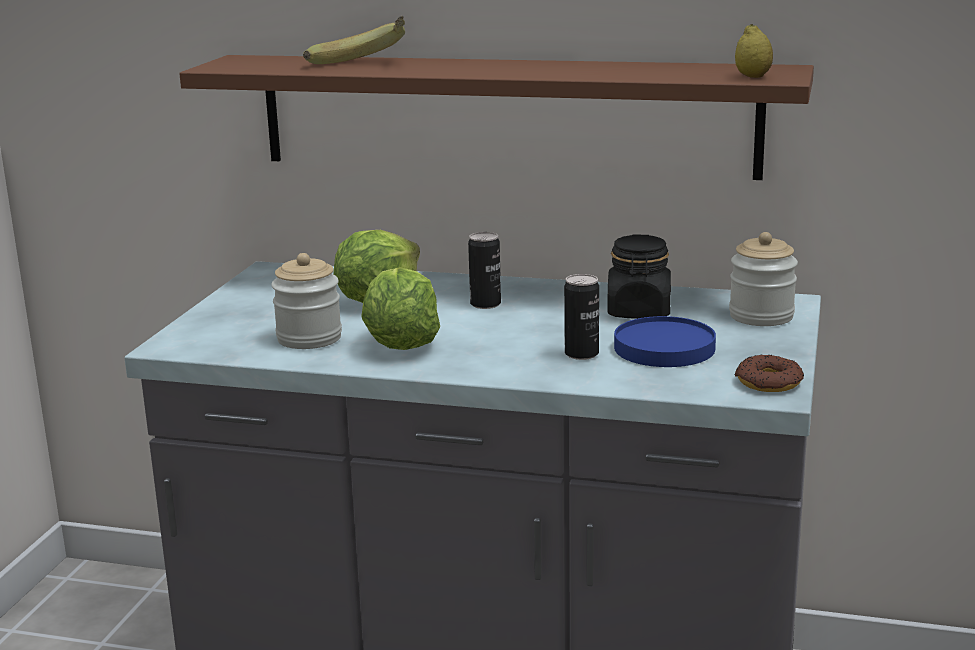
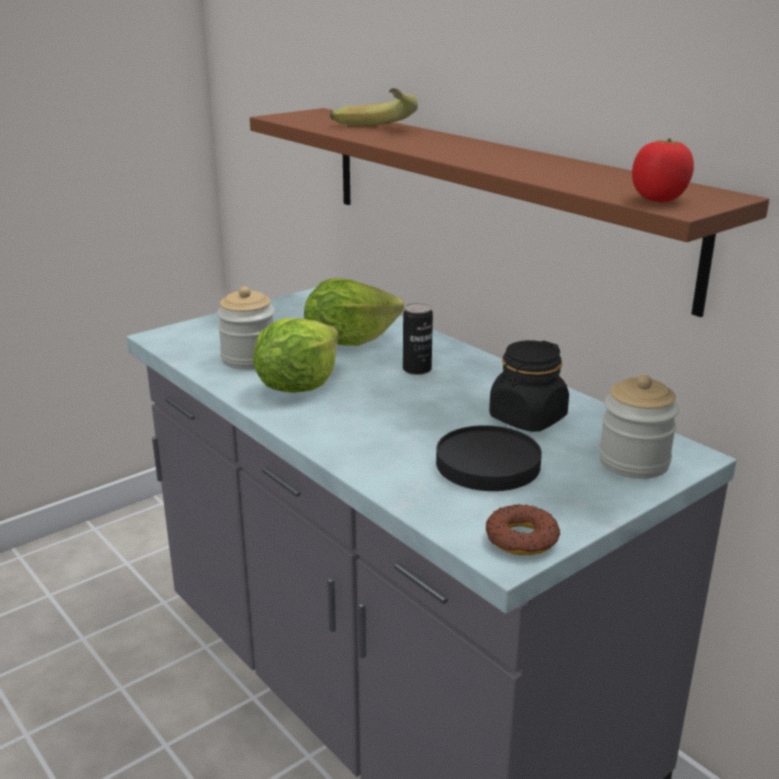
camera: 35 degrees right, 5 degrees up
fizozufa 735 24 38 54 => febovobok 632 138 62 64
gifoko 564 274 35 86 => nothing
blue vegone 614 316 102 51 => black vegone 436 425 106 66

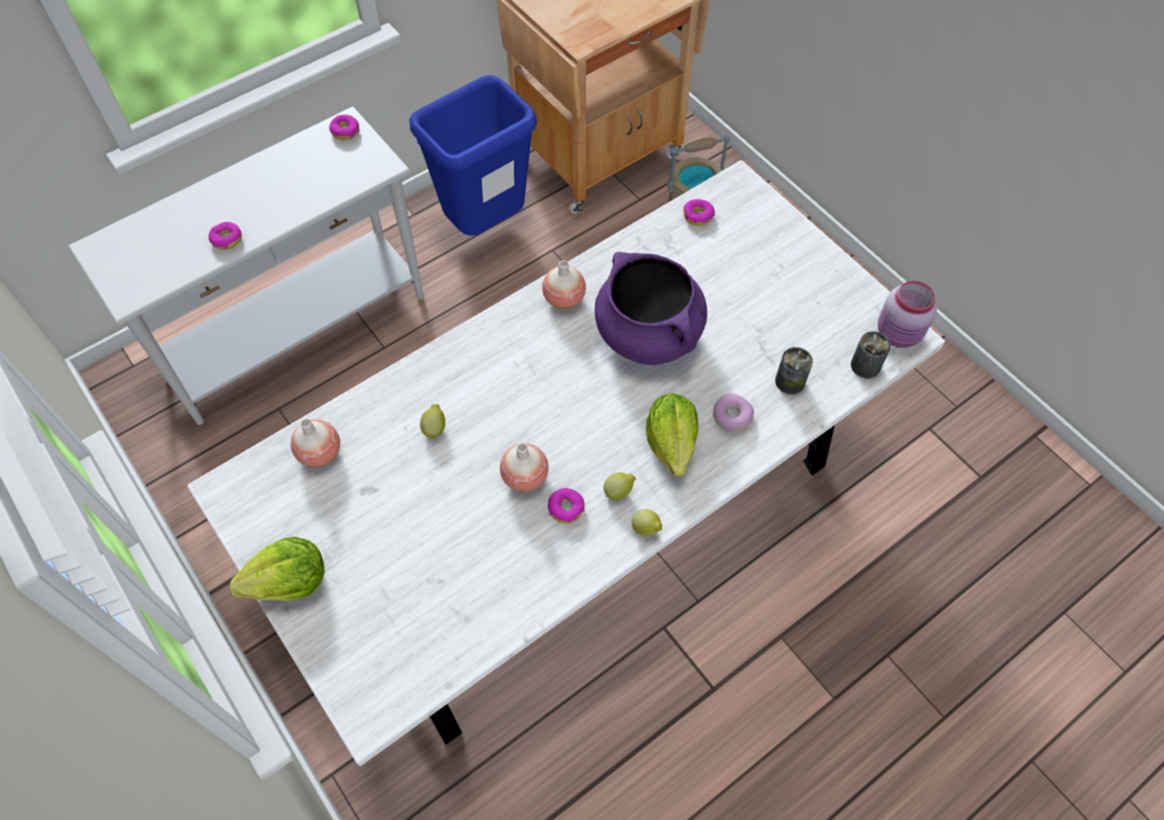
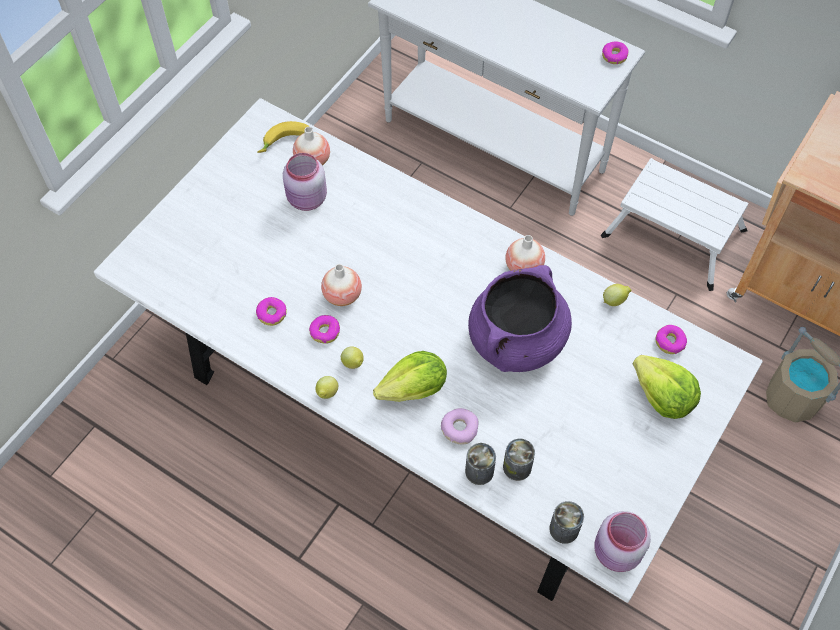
camera: 70 degrees right, 0 degrees up
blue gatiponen 409 75 128 161 => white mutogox 601 158 148 133
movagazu 209 222 33 28 => movagazu 256 297 31 29, relocated
fizozufa 420 404 25 36 => fizozufa 603 284 29 22, relocated
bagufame 230 537 95 64 => bagufame 633 355 68 64, relocated
nothing => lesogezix 257 121 53 32
nothing => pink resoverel 283 153 44 58
nothing => gifoko 465 443 31 42

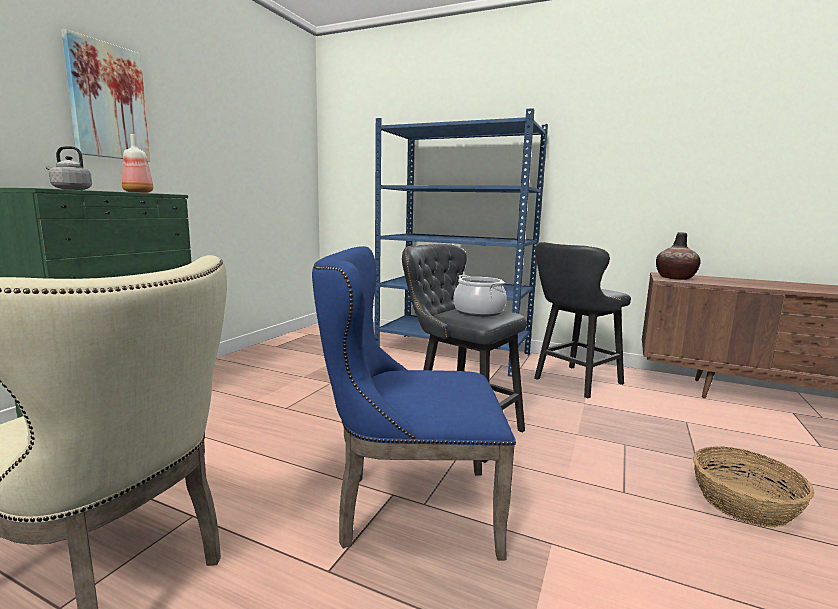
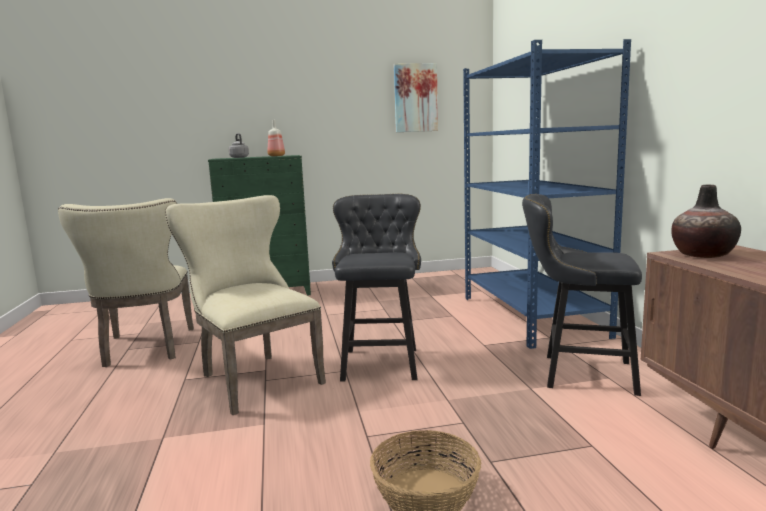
camera: 55 degrees right, 0 degrees up
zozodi 61 29 89 133 => zozodi 394 63 44 69, relocated
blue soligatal 312 246 204 314 => beige soligatal 165 195 161 220
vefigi 454 275 53 42 => nothing

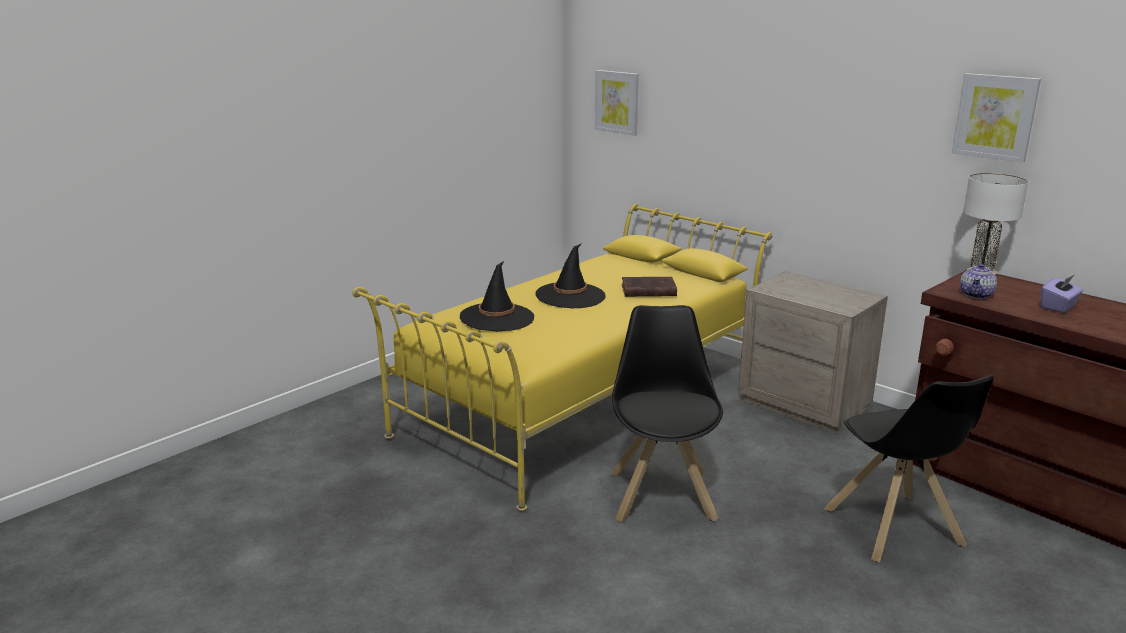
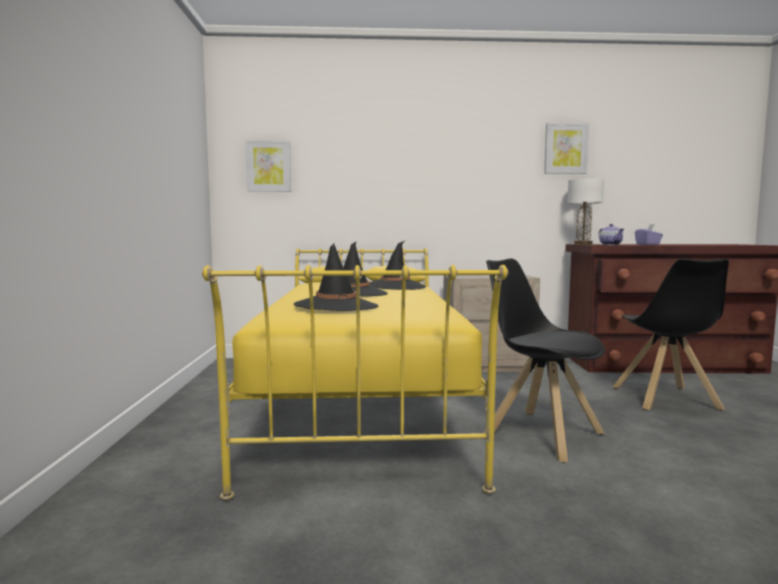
camera: 45 degrees left, 15 degrees down
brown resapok 622 277 55 20 => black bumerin 370 241 56 49
black soligatal 824 375 170 188 => black soligatal 612 258 117 152, 60 degrees clockwise

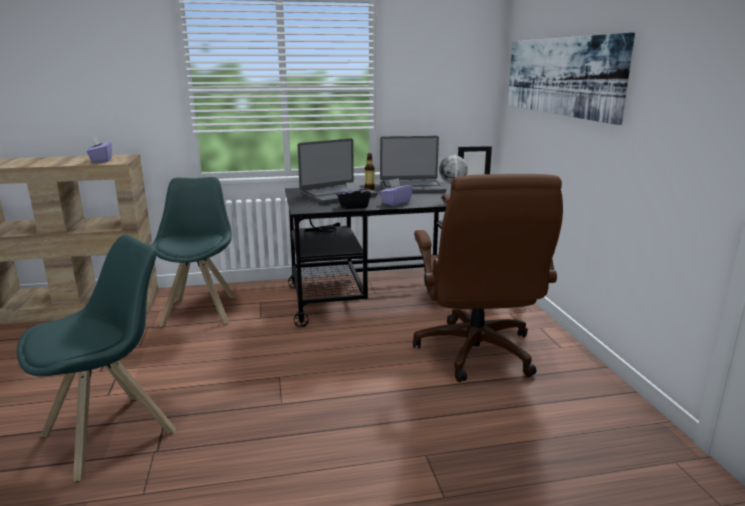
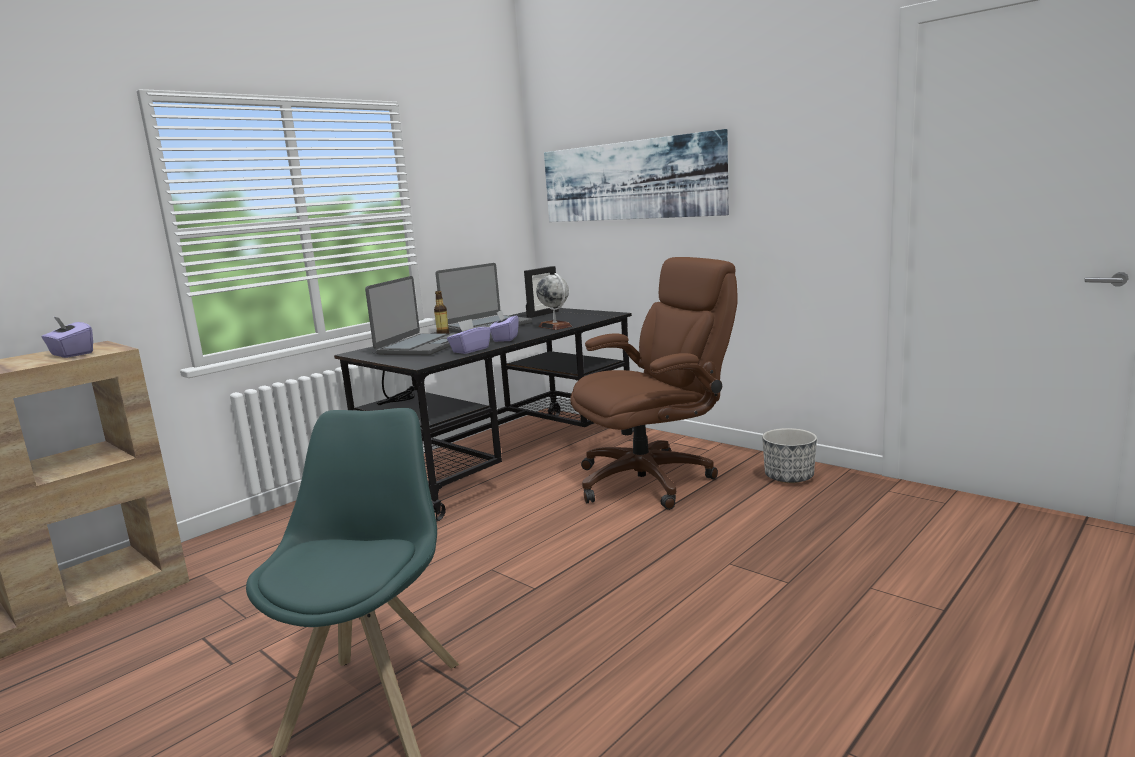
camera: 35 degrees left, 5 degrees down
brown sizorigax 413 174 150 208 => brown sizorigax 570 257 168 253, 75 degrees counterclockwise
turquoise soligatal 151 177 85 150 => nothing
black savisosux 337 182 34 27 => purple savisosux 447 319 44 35
nothing => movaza 762 428 55 55

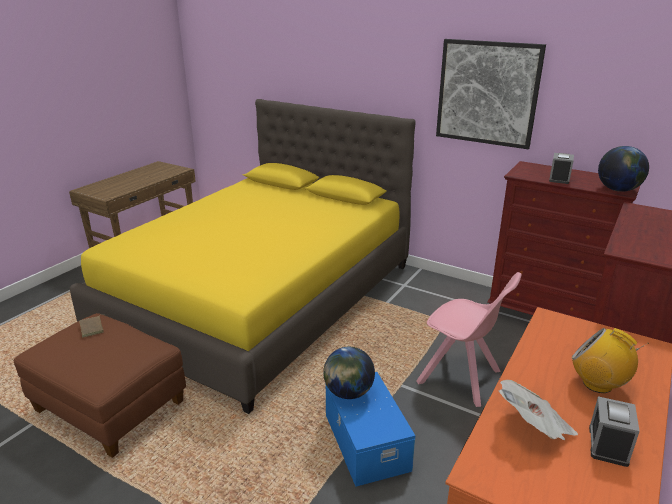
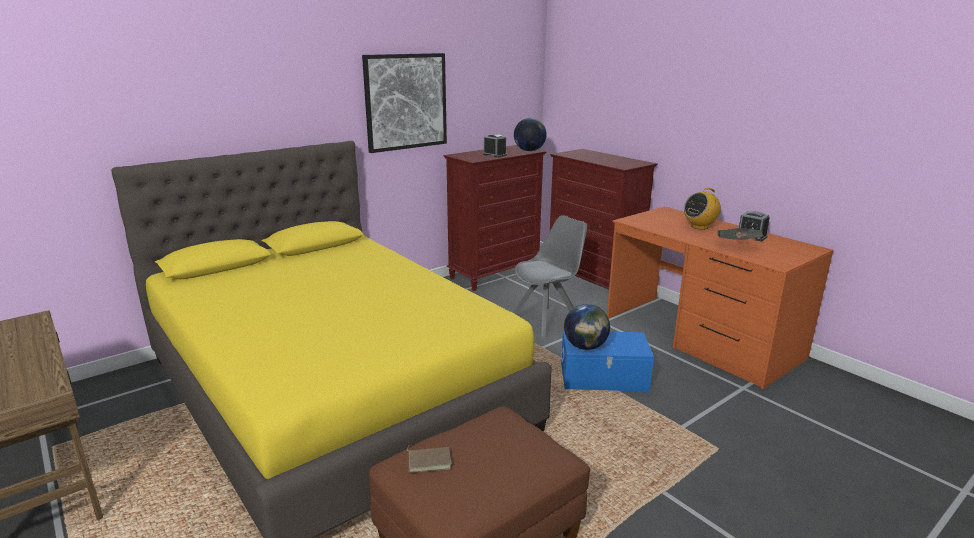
camera: 70 degrees left, 5 degrees down
pink soligatal 416 272 106 135 => grey soligatal 513 215 74 125

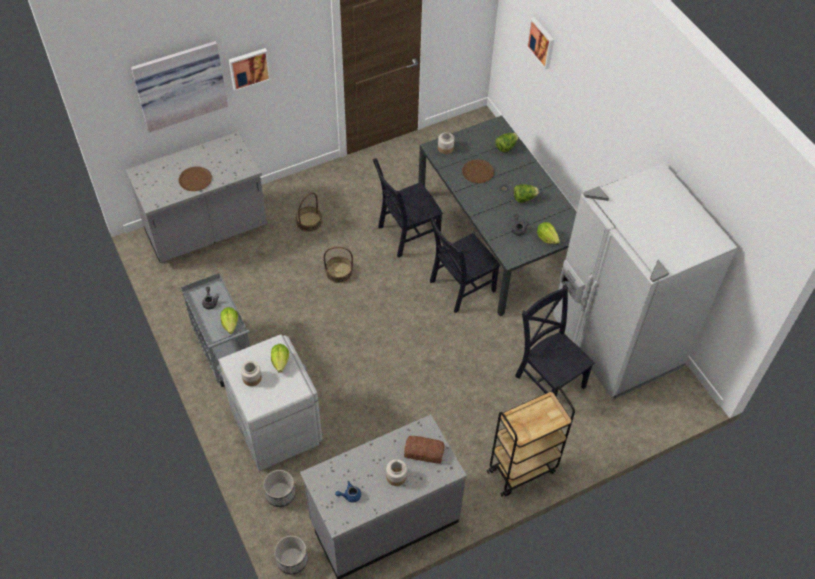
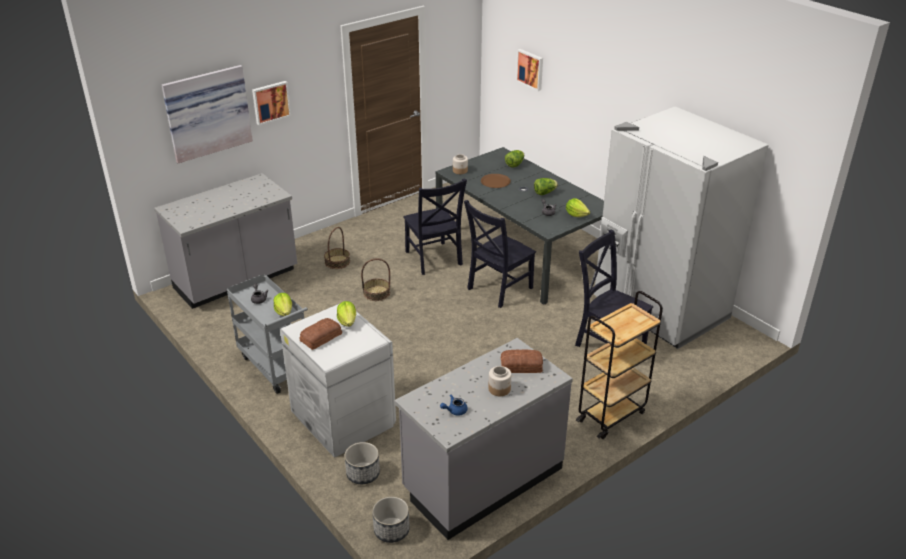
camera: 10 degrees left, 20 degrees down
black soligatal 373 158 70 100 => black soligatal 403 178 64 97, 75 degrees counterclockwise
brown vegone 179 166 33 25 => nothing
resoverel 241 361 21 25 => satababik 300 318 42 32

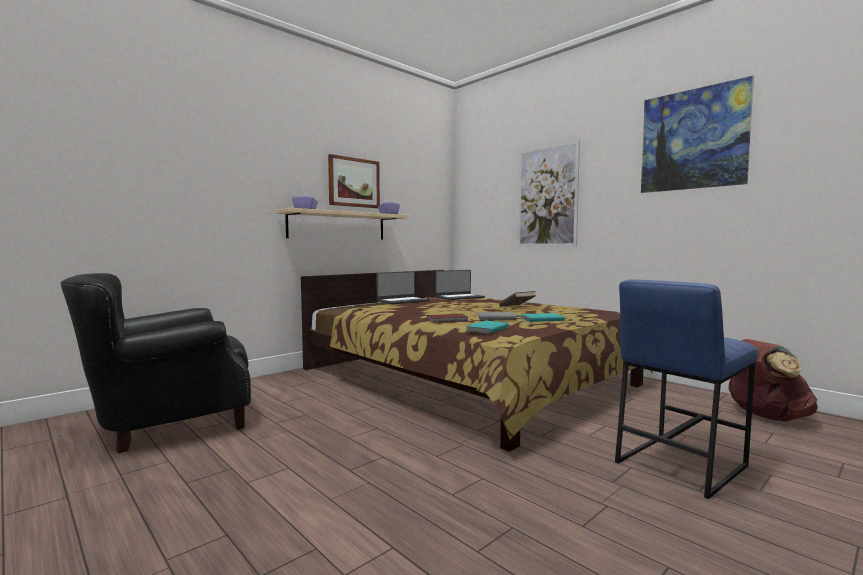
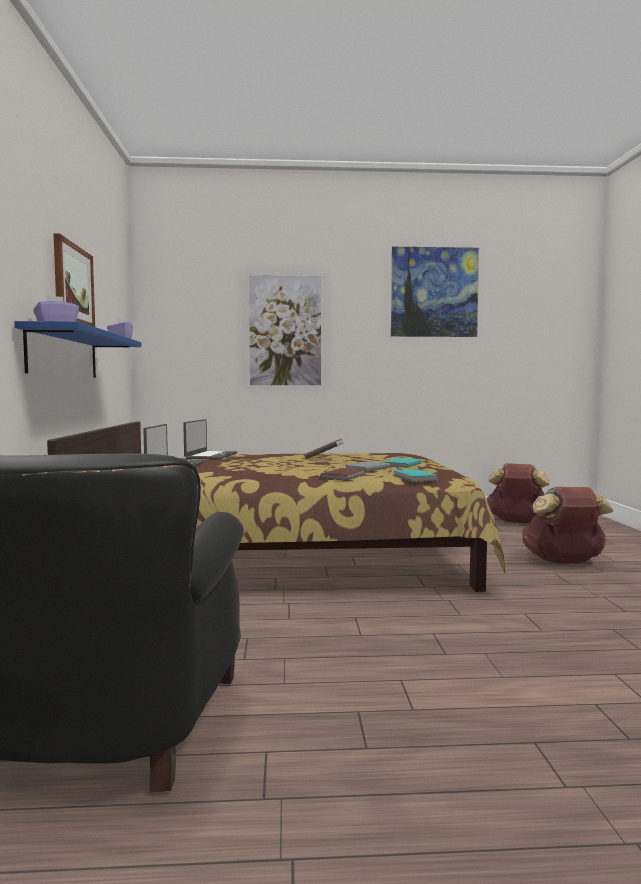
camera: 50 degrees left, 0 degrees up
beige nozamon 275 208 132 32 => blue nozamon 14 321 128 57
blue soligatal 615 279 143 220 => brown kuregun 522 487 91 76

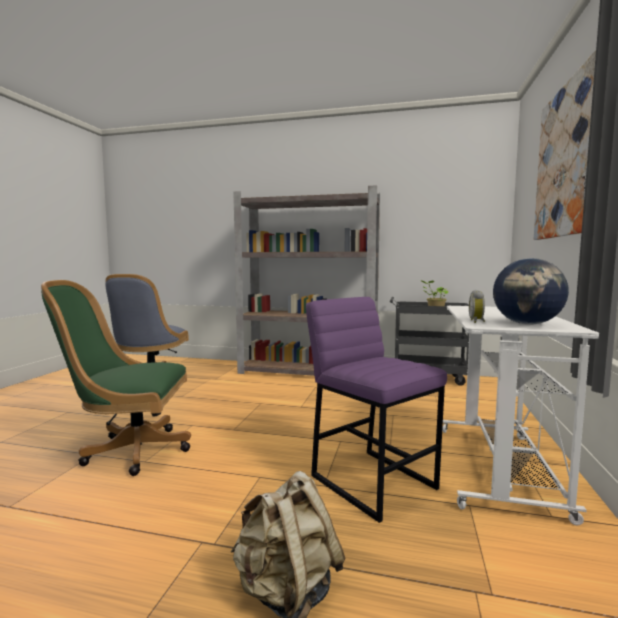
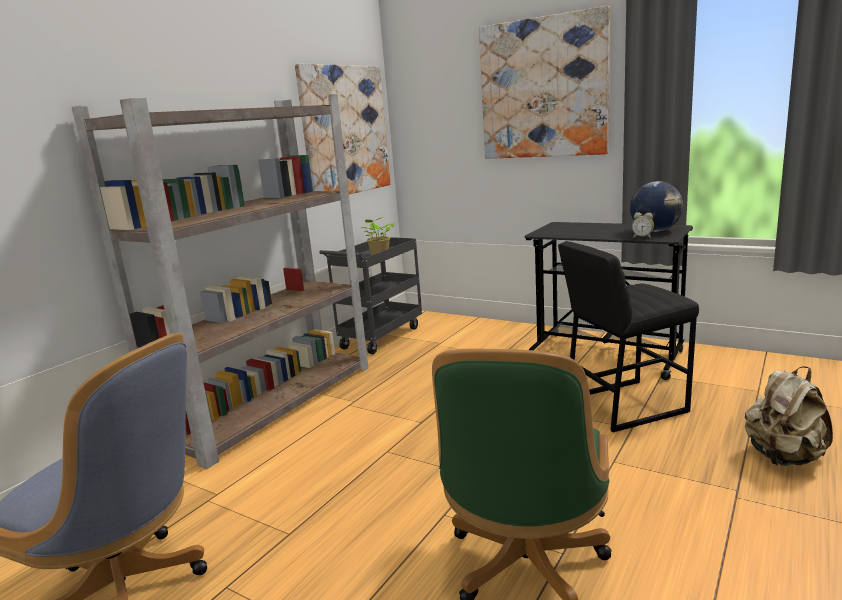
camera: 70 degrees left, 10 degrees up
purple soligatal 306 297 141 226 => black soligatal 558 241 141 191
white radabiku 442 306 157 219 => black radabiku 525 222 168 158
nothing => zozodi 295 63 96 131

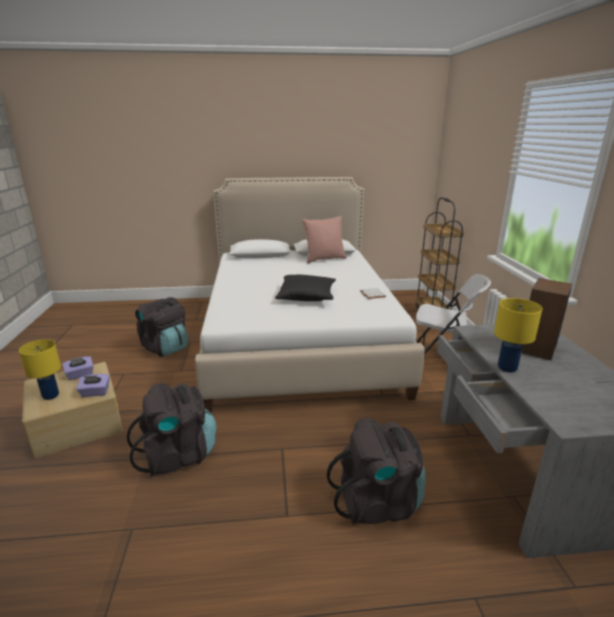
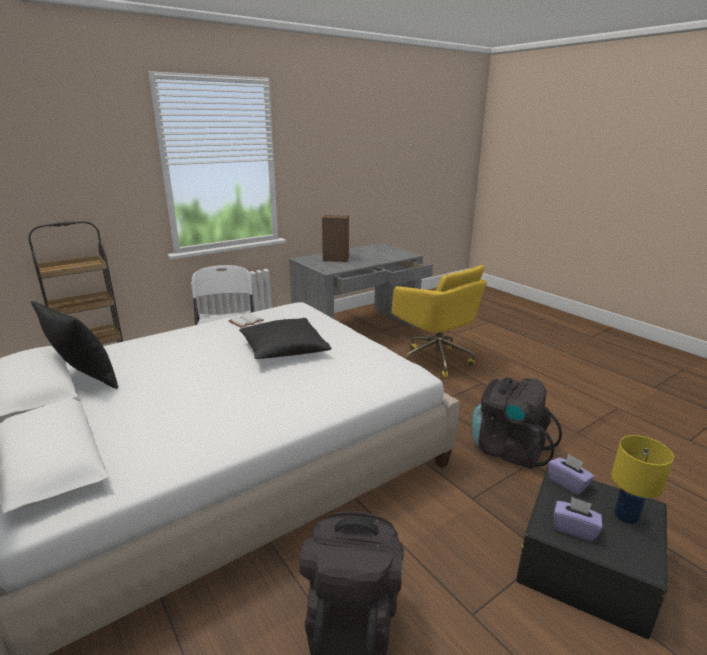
camera: 120 degrees left, 0 degrees up
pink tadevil 302 216 45 47 => black tadevil 31 301 87 88
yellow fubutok 494 298 48 74 => nothing
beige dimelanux 22 362 101 97 => black dimelanux 516 467 152 172
black kuregun 327 418 99 106 => yellow sizorigax 392 265 95 113

